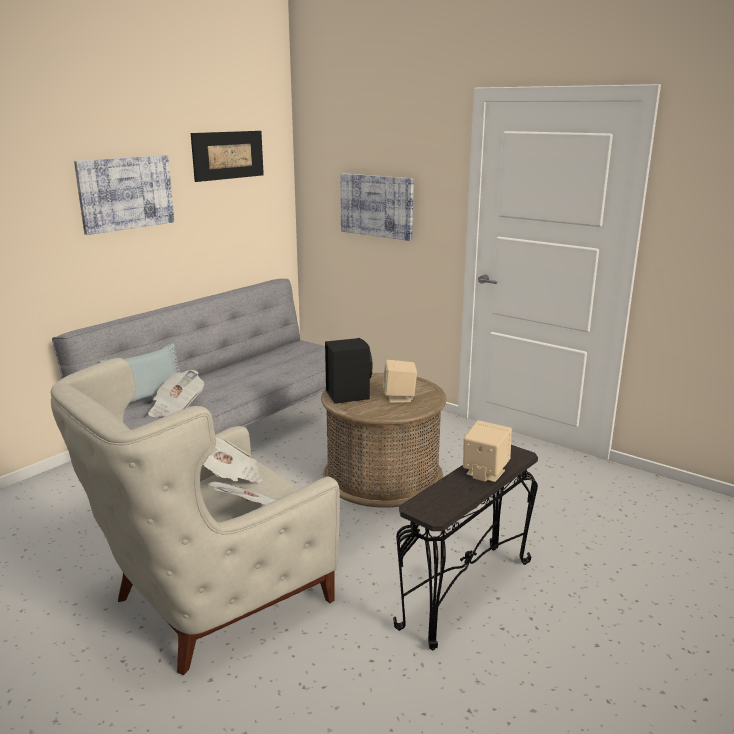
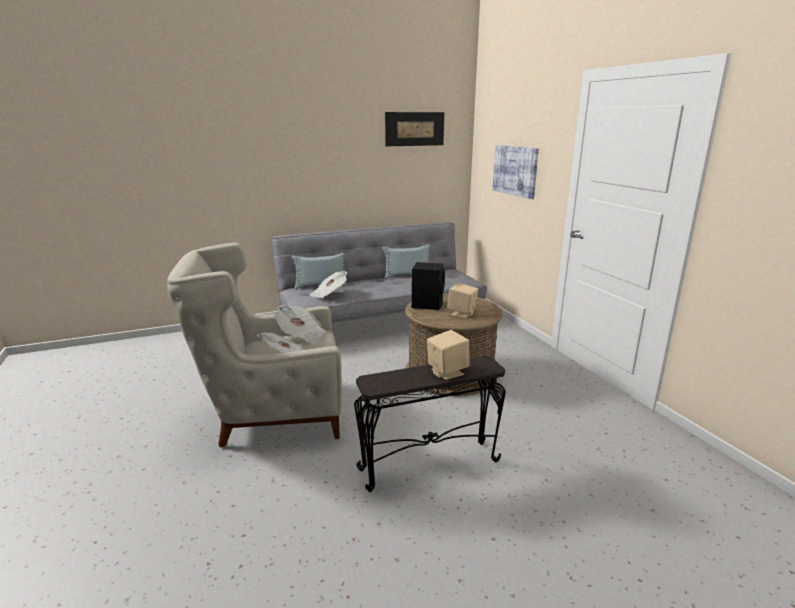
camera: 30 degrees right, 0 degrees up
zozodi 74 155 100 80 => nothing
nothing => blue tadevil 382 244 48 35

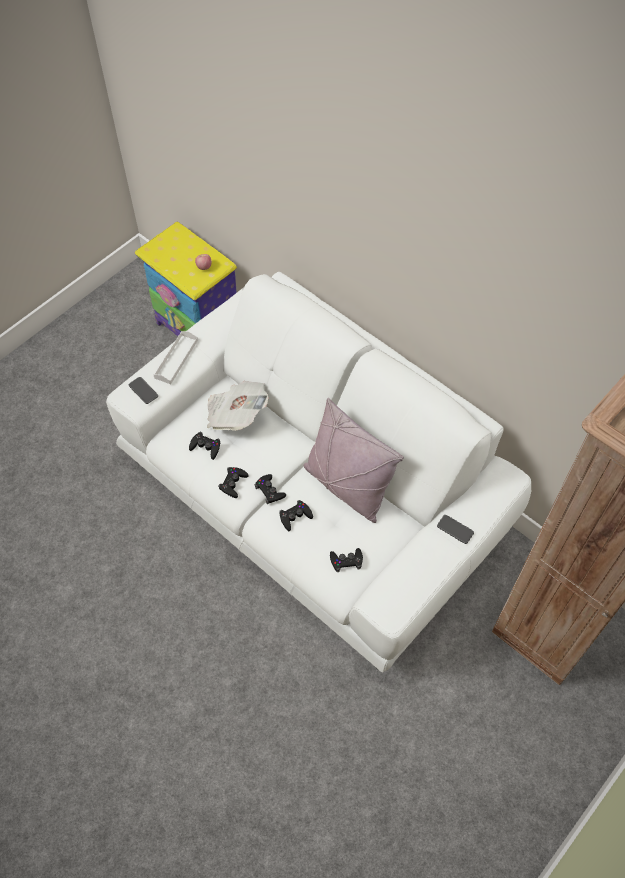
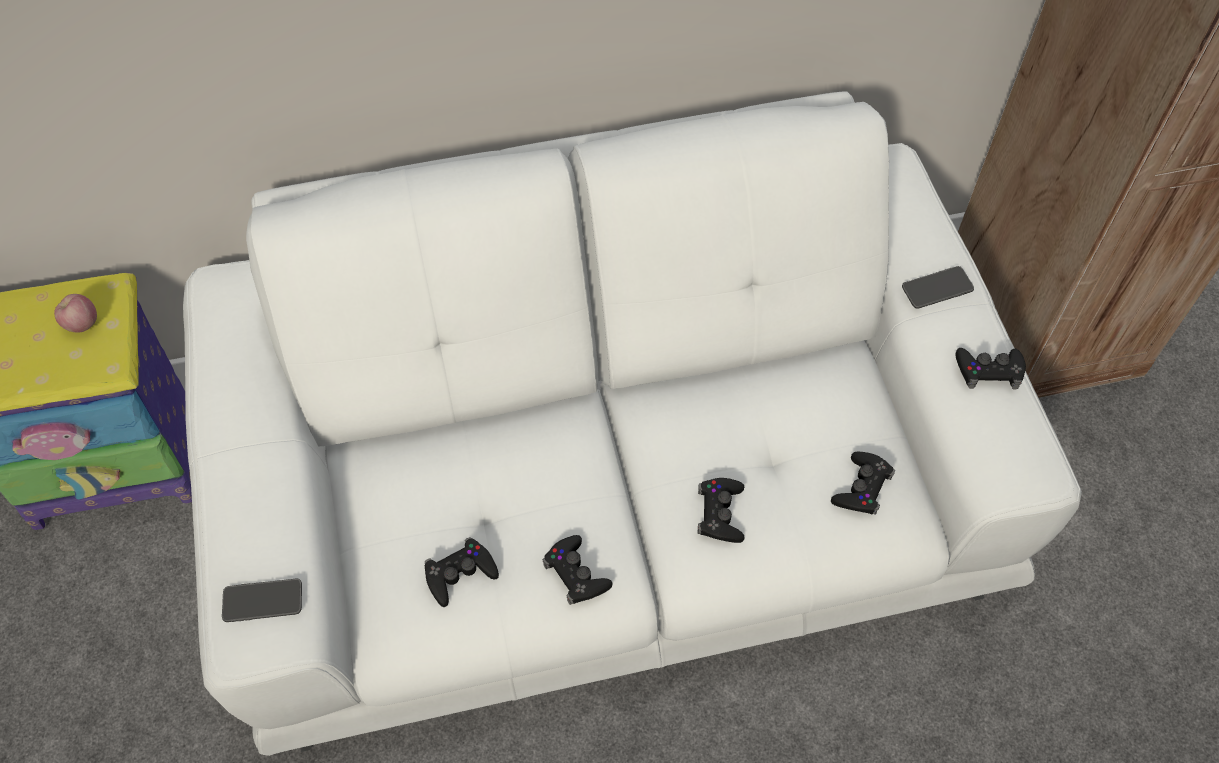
camera: 55 degrees left, 0 degrees up
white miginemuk 154 331 44 53 => nothing
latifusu 207 381 61 50 => nothing
purple tadevil 303 398 101 125 => nothing
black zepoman 255 474 31 30 => black zepoman 955 348 71 42, relocated

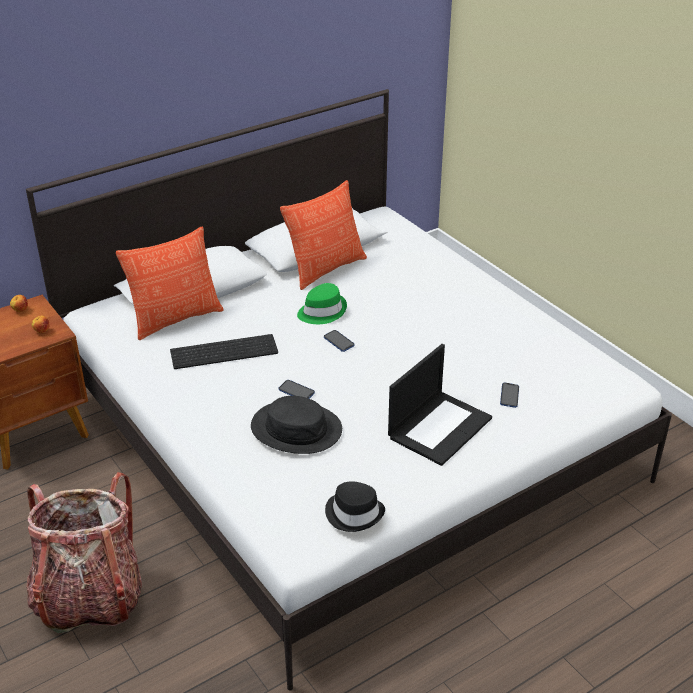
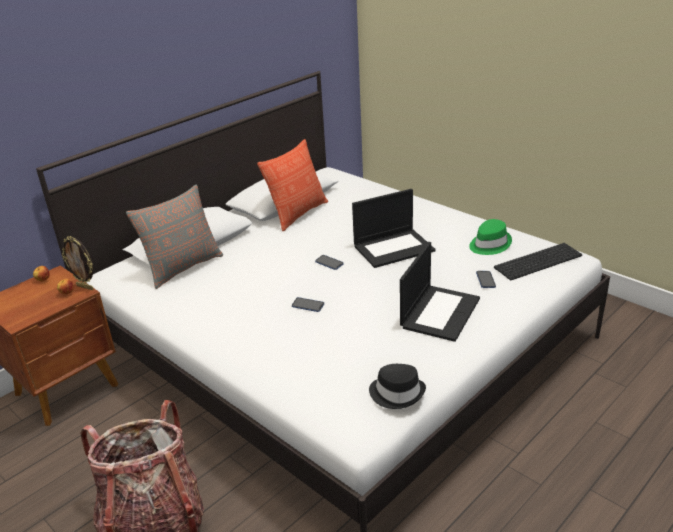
camera: 10 degrees left, 5 degrees down
orange tadevil 116 227 108 113 => grey tadevil 126 185 97 104
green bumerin 297 283 50 41 => green bumerin 469 219 43 36, relocated
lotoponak 170 334 108 35 => lotoponak 494 243 88 37, relocated
black bumerin 251 396 91 58 => nothing
nothing => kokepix 352 189 84 79
nothing => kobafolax 62 236 31 54

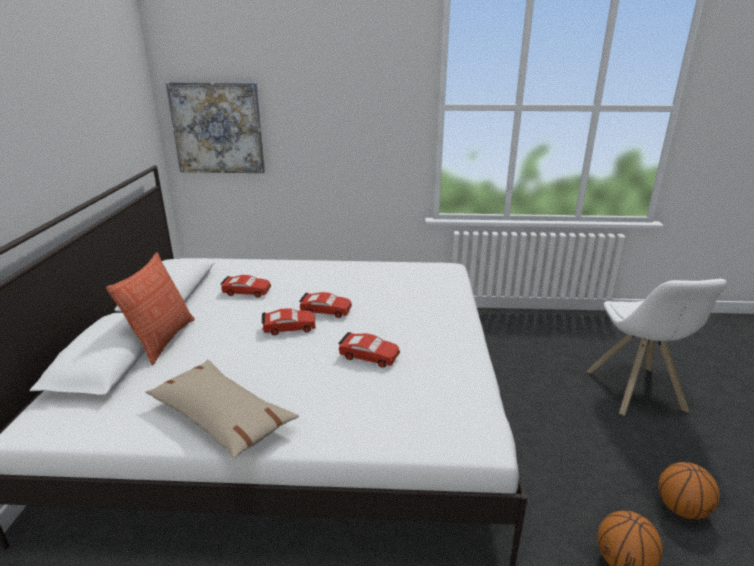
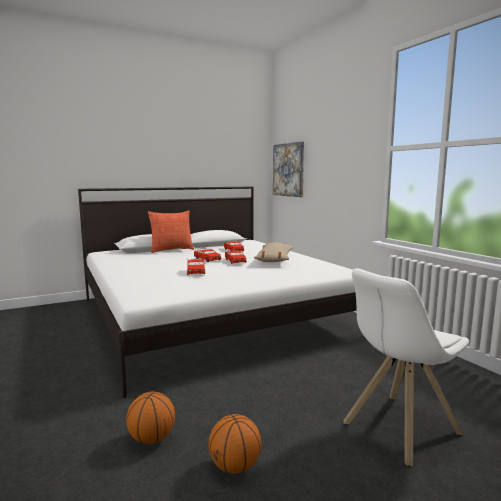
camera: 60 degrees right, 15 degrees down
beige tadevil 145 360 154 98 => beige tadevil 254 243 40 19, relocated

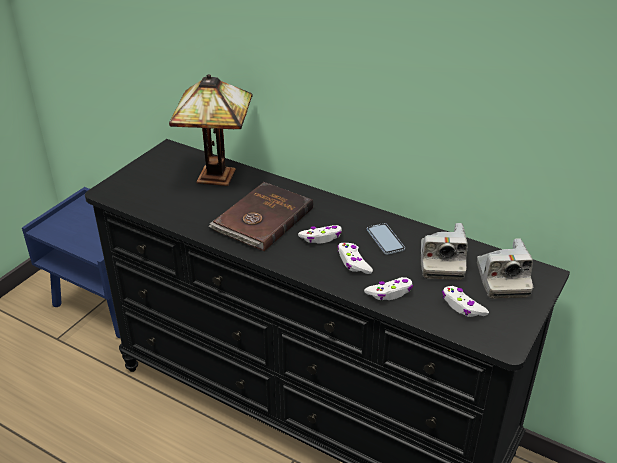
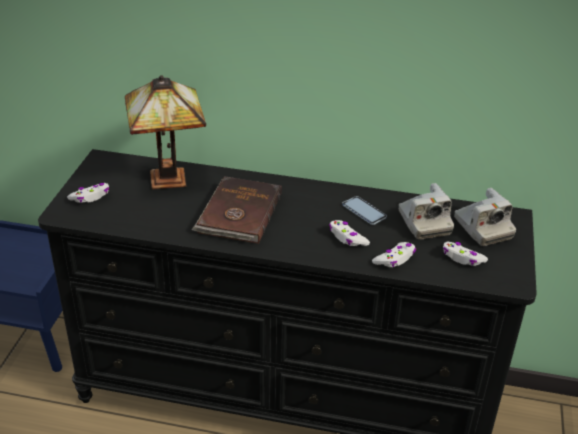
camera: 20 degrees left, 0 degrees up
white zepoman 298 225 44 19 => white zepoman 67 183 42 20, relocated

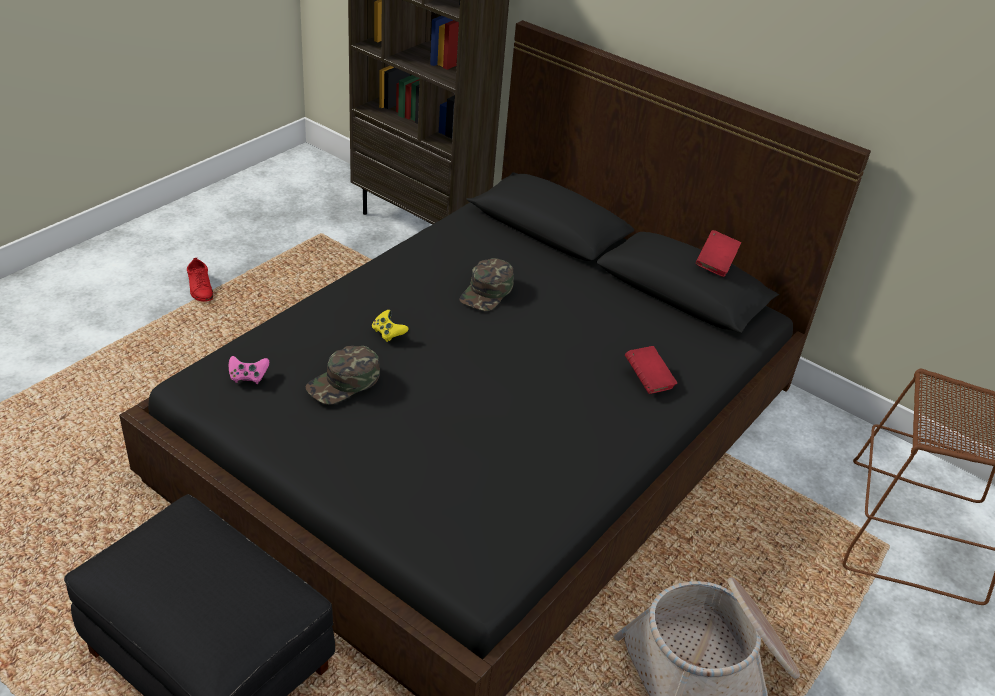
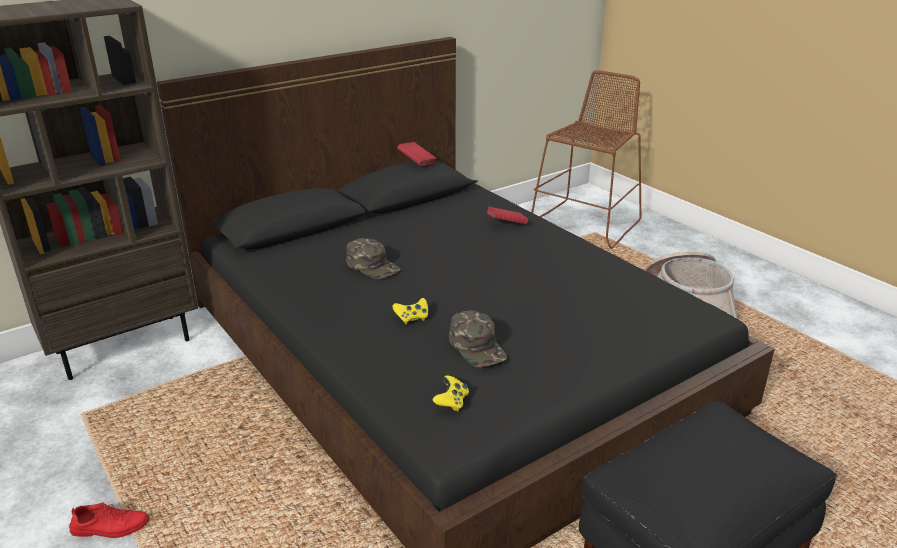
camera: 70 degrees left, 10 degrees down
pink zepoman 229 356 40 28 => yellow zepoman 433 375 36 36

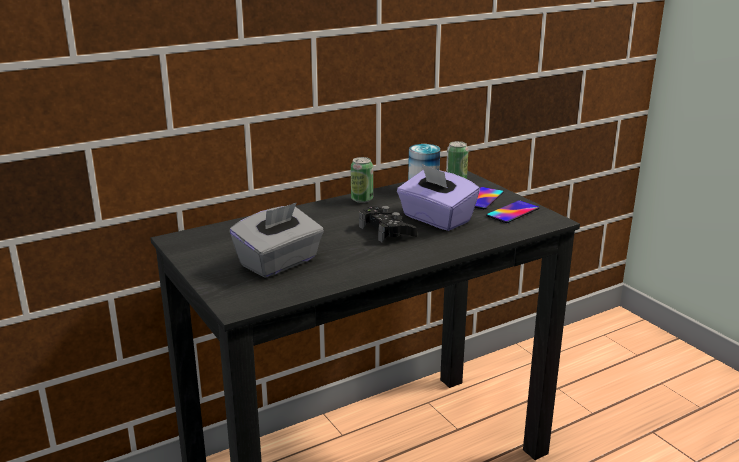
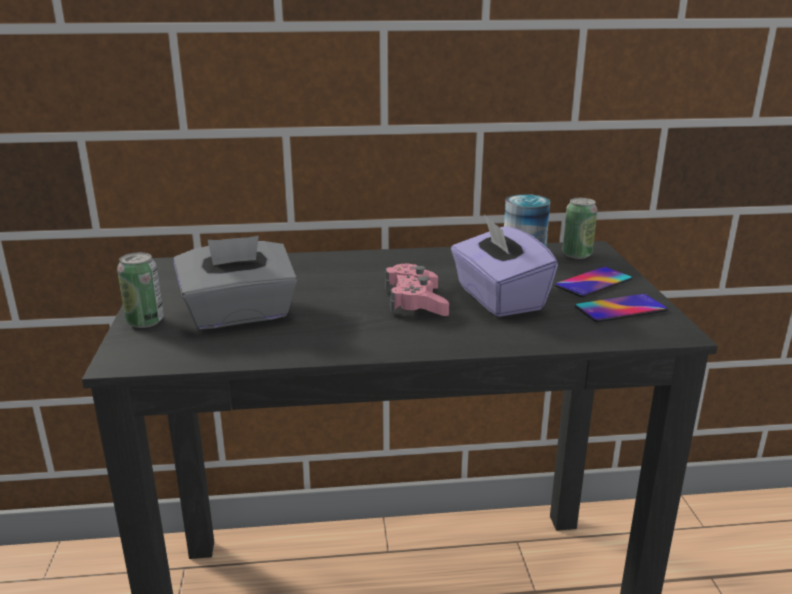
camera: 25 degrees right, 0 degrees up
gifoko 351 157 22 46 => gifoko 117 252 47 76, relocated
black zepoman 359 206 58 36 => pink zepoman 385 264 64 52

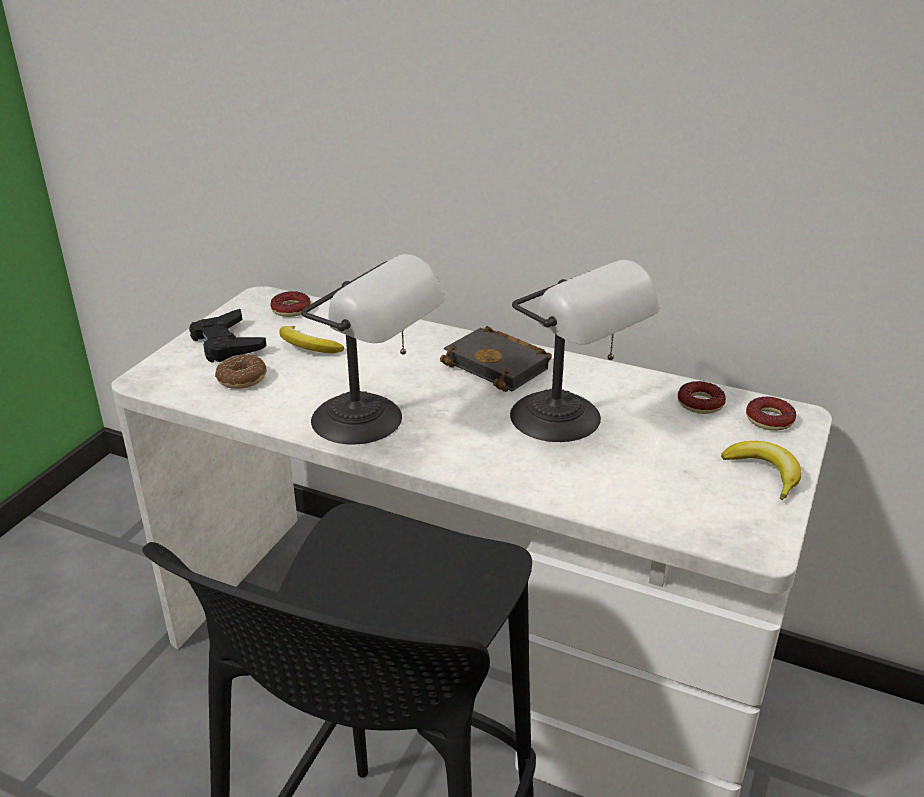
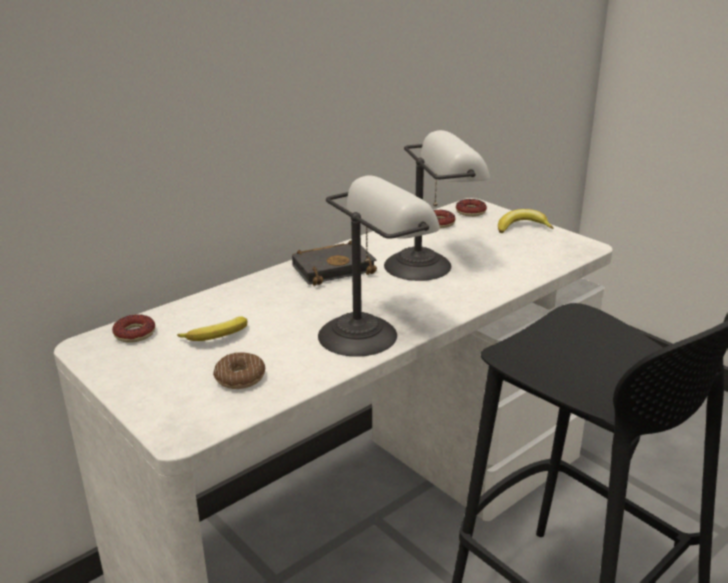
camera: 65 degrees left, 5 degrees down
black zepoman 189 309 78 54 => nothing

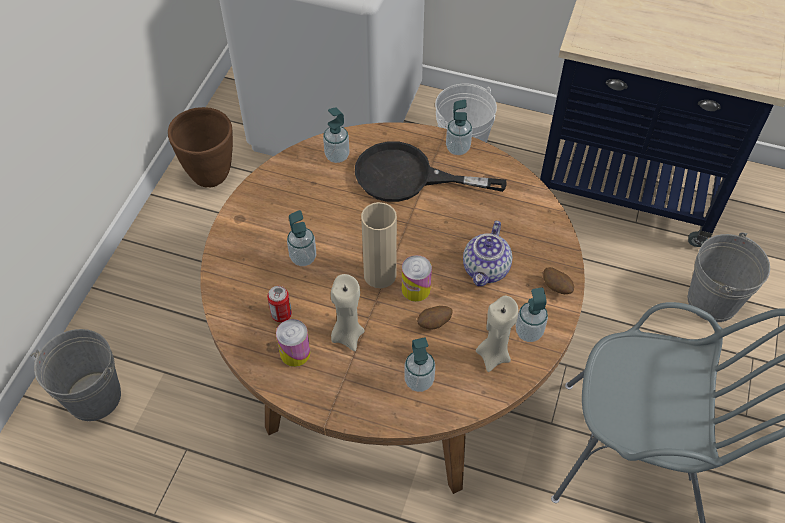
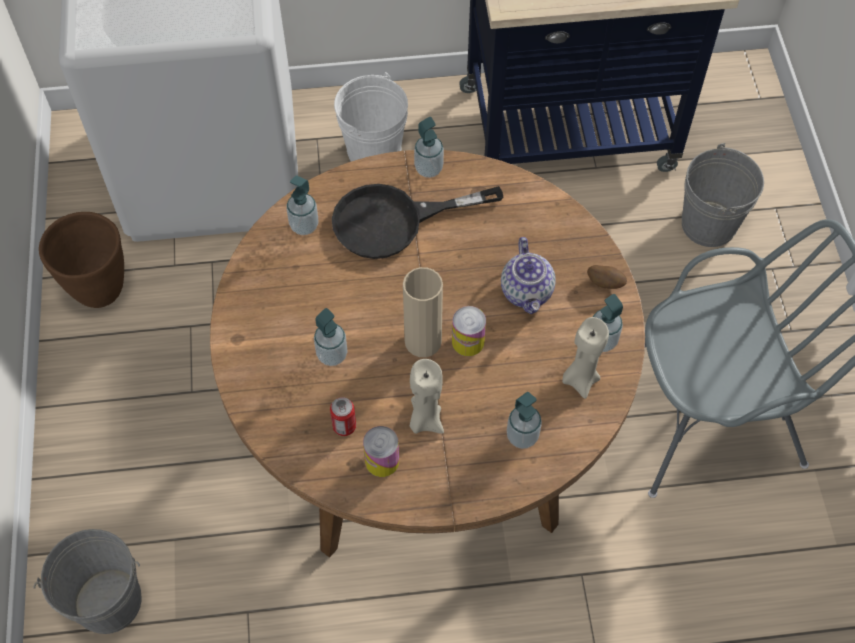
camera: 25 degrees left, 5 degrees up
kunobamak 417 306 36 23 => nothing

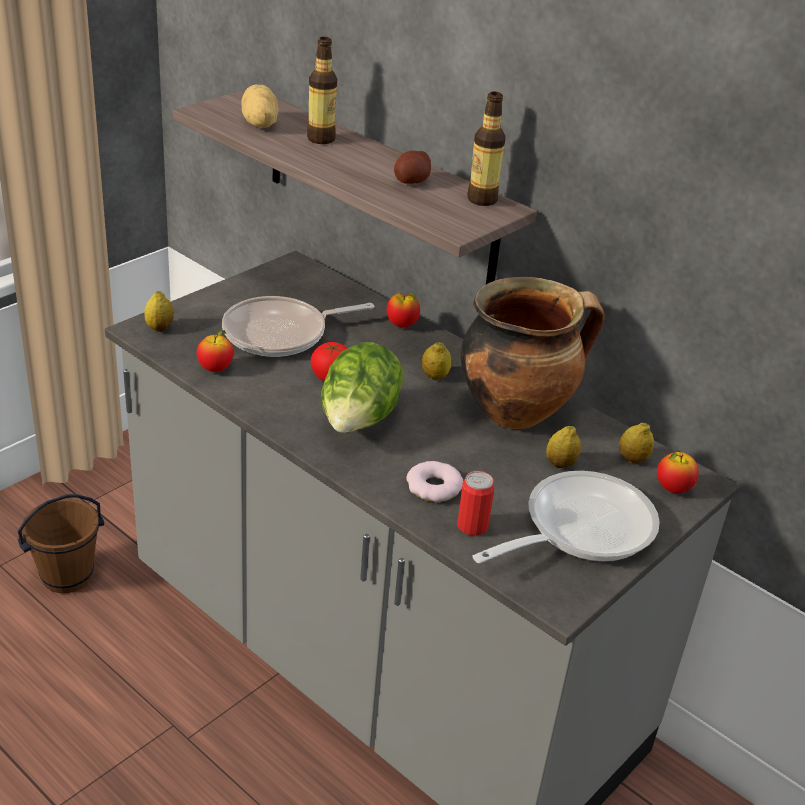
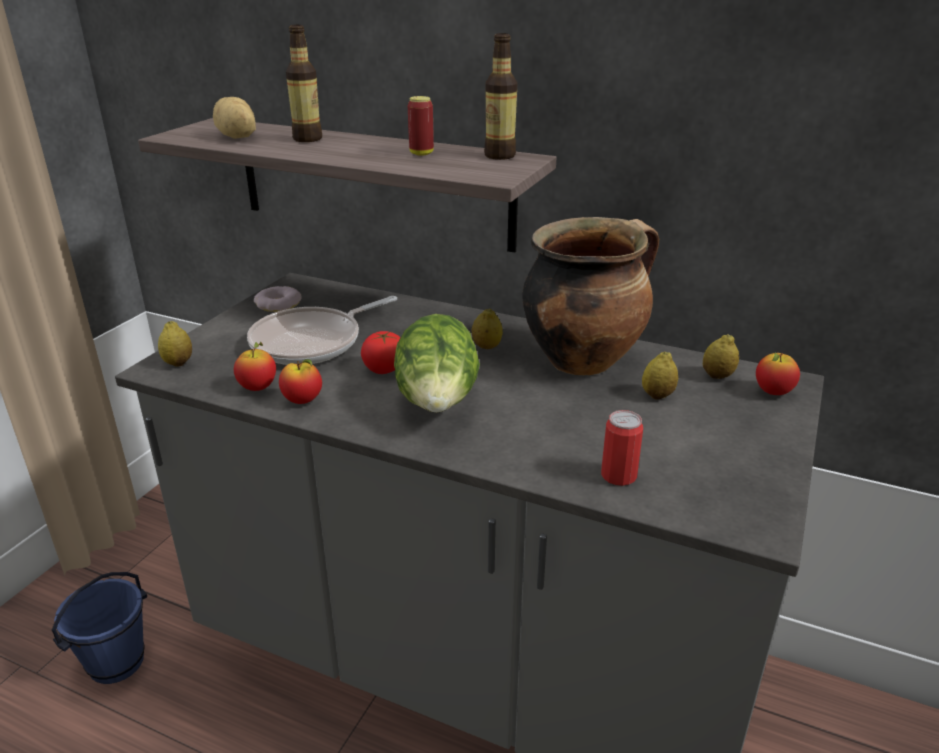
camera: 15 degrees left, 5 degrees down
kunobamak 394 150 37 34 => gifoko 408 96 26 60
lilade 387 293 33 34 => lilade 279 359 43 45, relocated
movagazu 406 461 57 41 => movagazu 254 286 48 26, relocated
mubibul 473 471 187 93 => nothing
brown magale 17 494 87 99 => blue magale 52 572 95 112

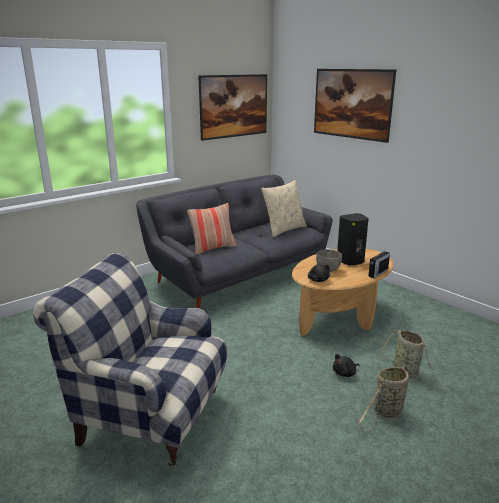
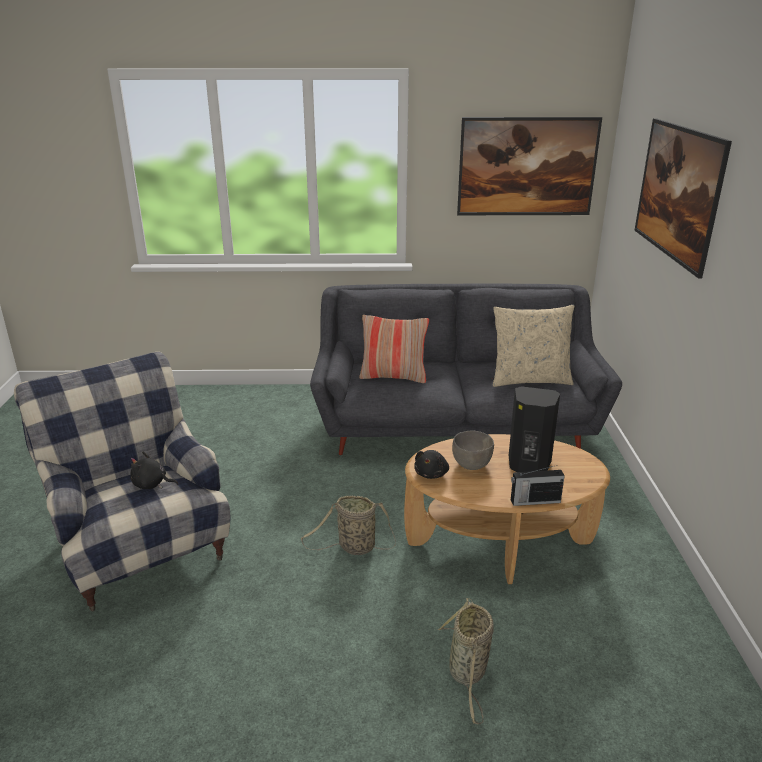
camera: 40 degrees right, 5 degrees up
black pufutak 333 354 27 23 => black pufutak 130 452 49 37, relocated
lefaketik 358 365 51 66 => lefaketik 301 496 95 59, relocated

